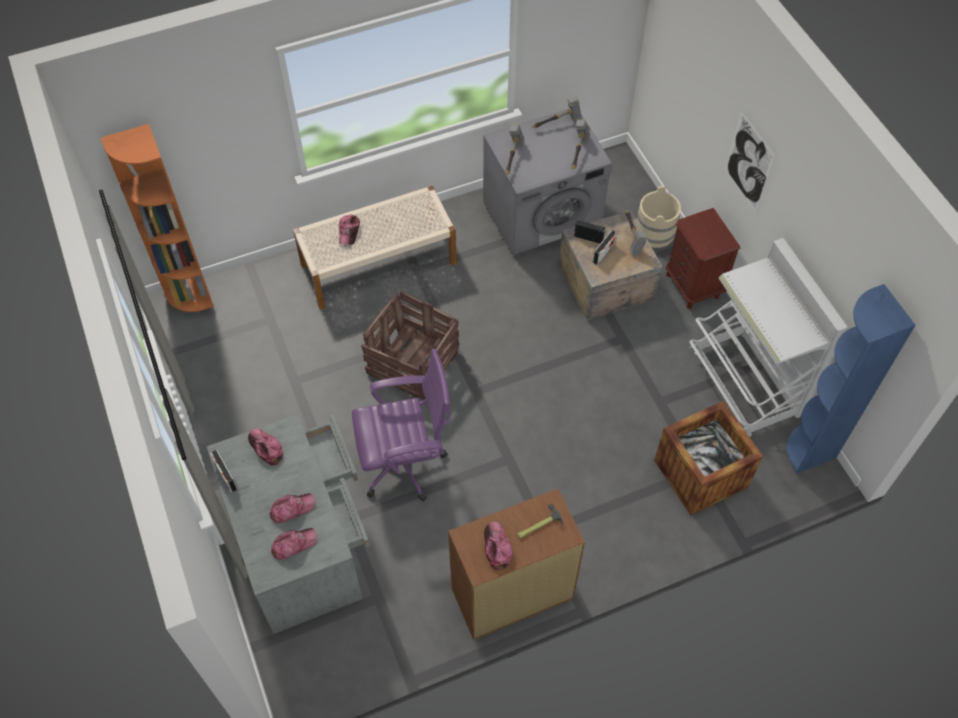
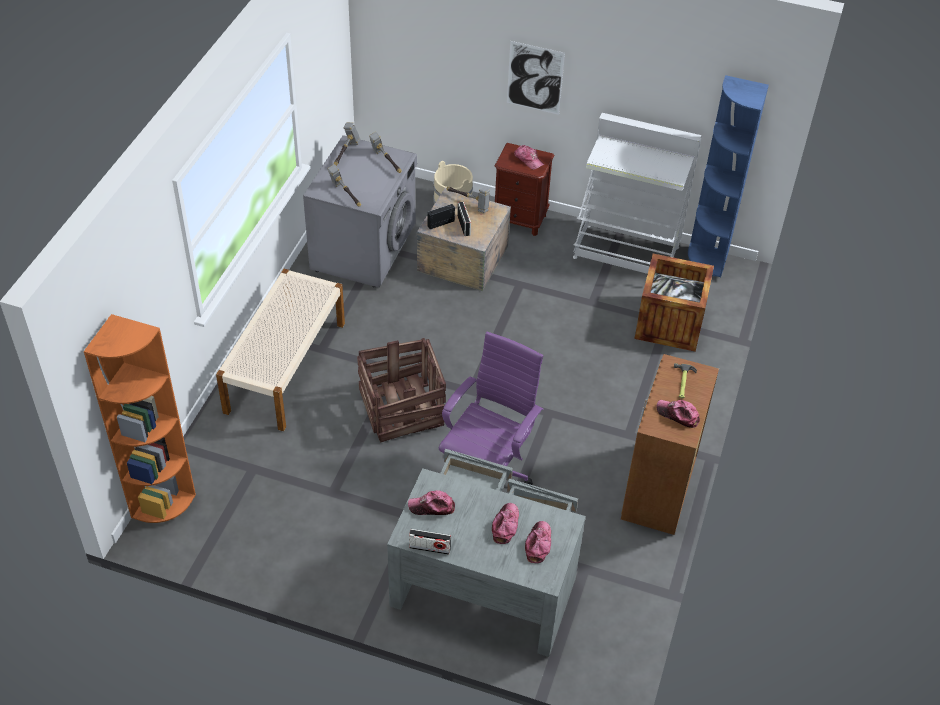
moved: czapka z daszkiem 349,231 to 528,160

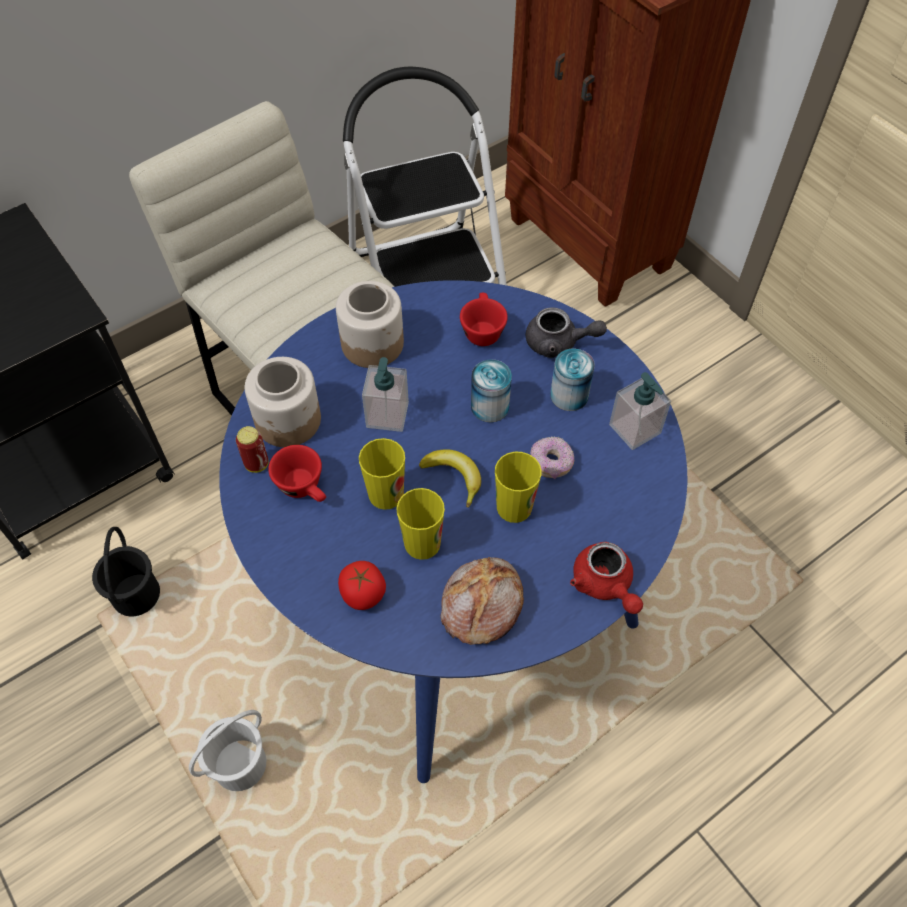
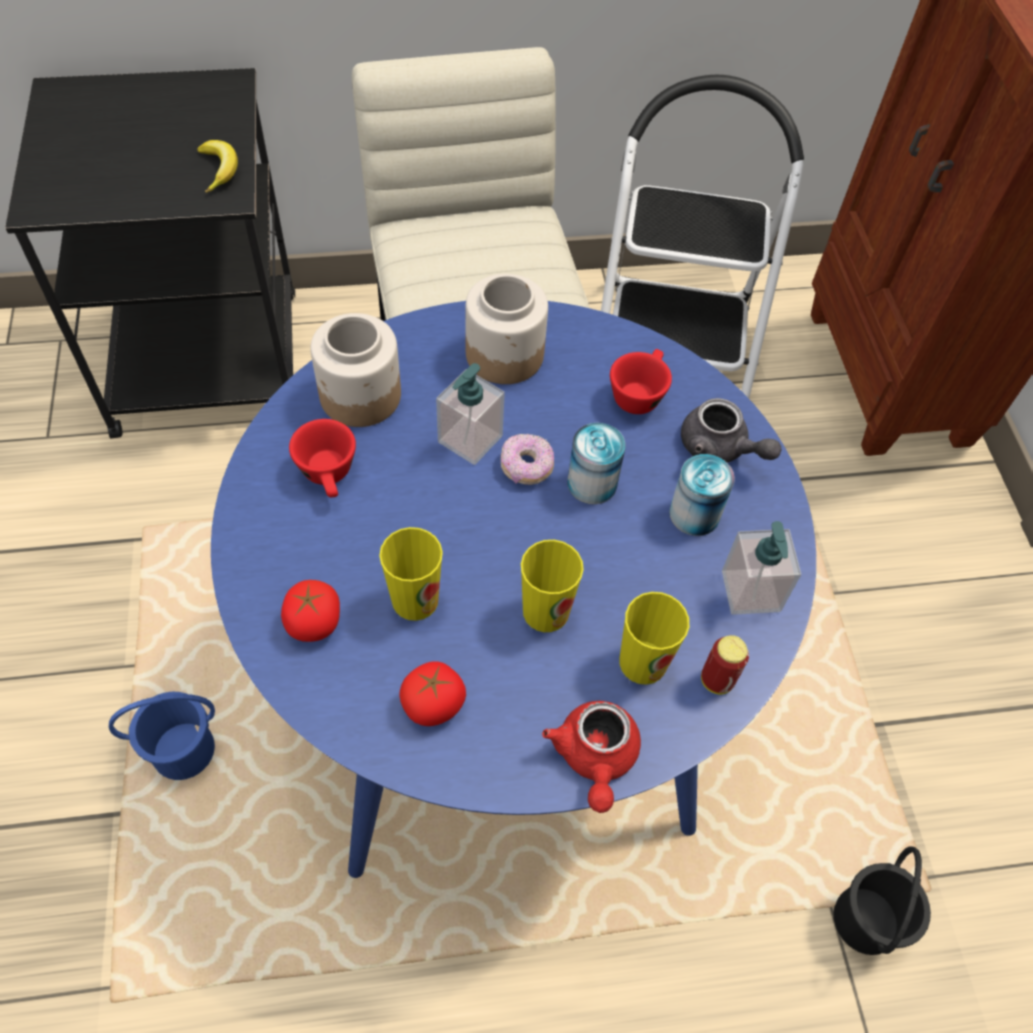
moved: wiadro [czarny] 137,594 to 867,920; puszka 256,464 to 716,680; filiżanka 386,494 to 643,662; banan 454,477 to 219,169; donut 551,463 to 526,467
replaced: chleb 480,605 to pomidor 433,704
recoloured: wiadro [biały] 239,764 to wiadro [niebieski] 183,749

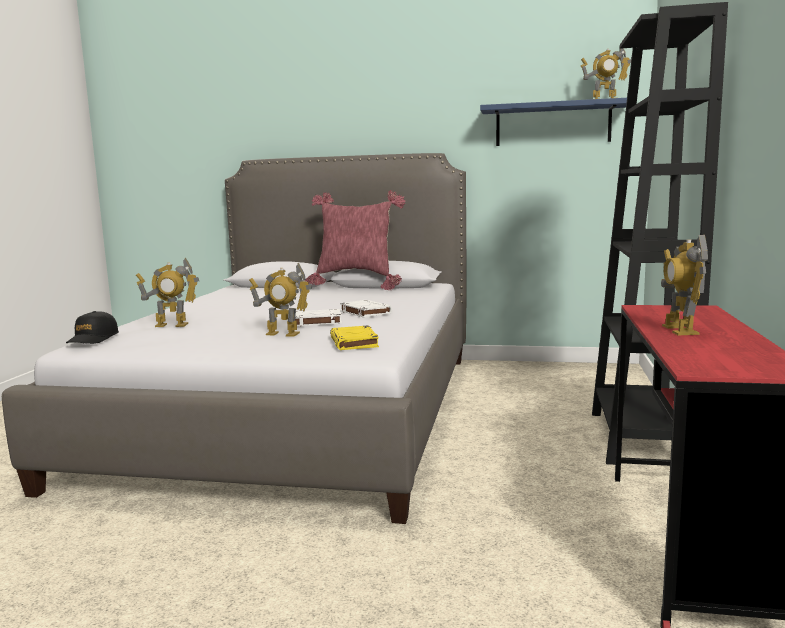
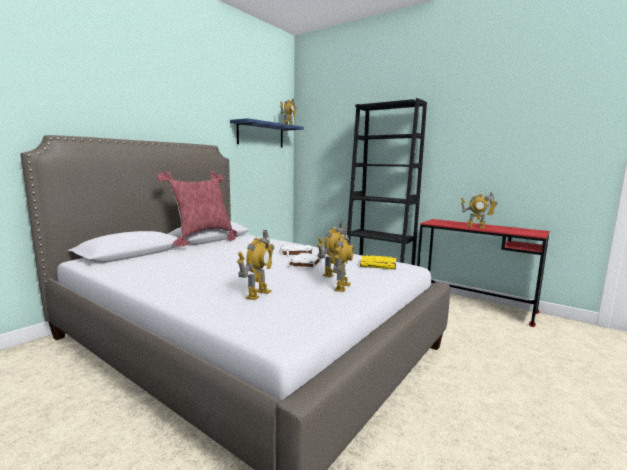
removed: czapka z daszkiem [czarny] 93,339
added: robot zabawkowy 341,287

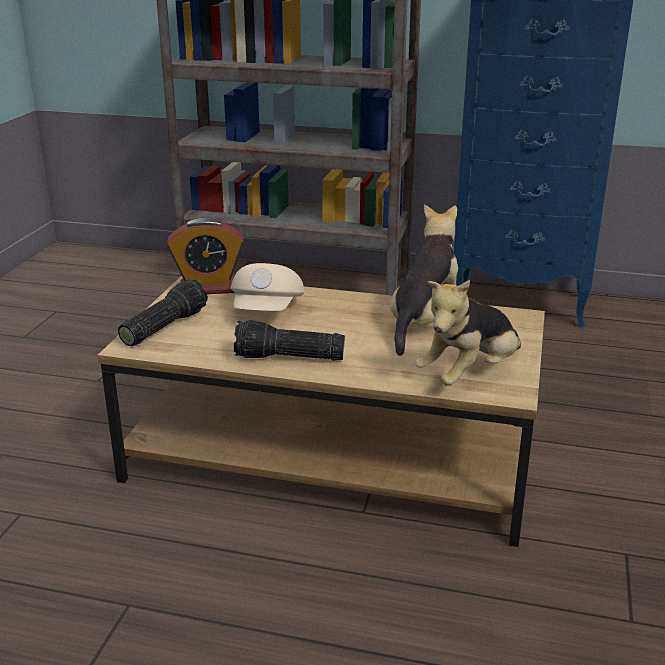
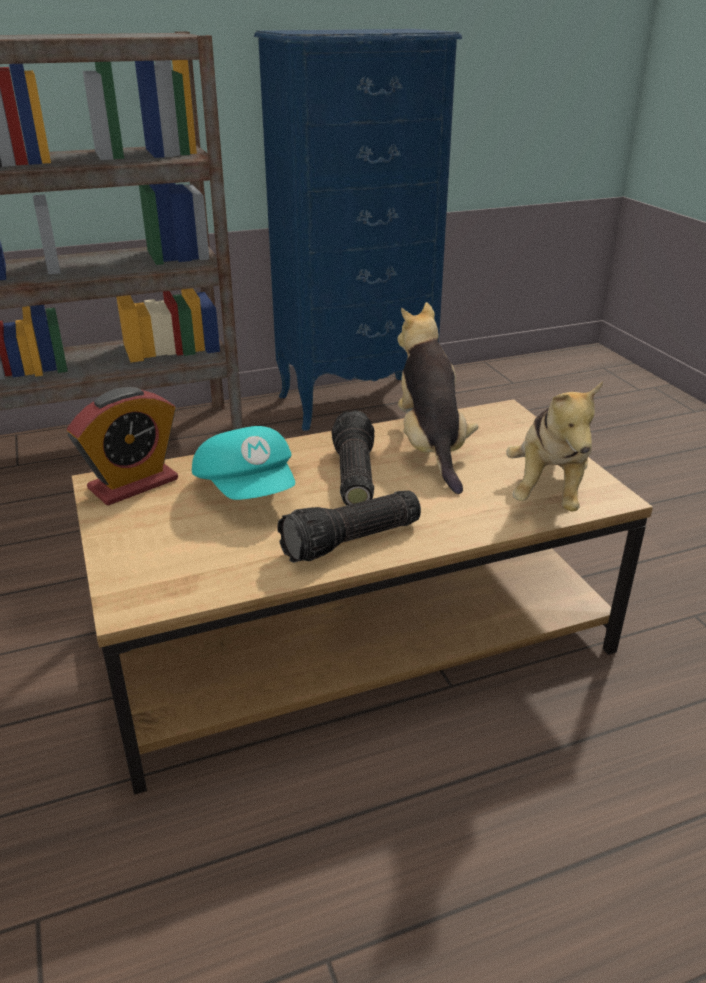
moved: latarka 163,326 to 352,475
recoloured: czapka z daszkiem [beżowy] 268,311 to czapka z daszkiem [turkusowy] 249,490

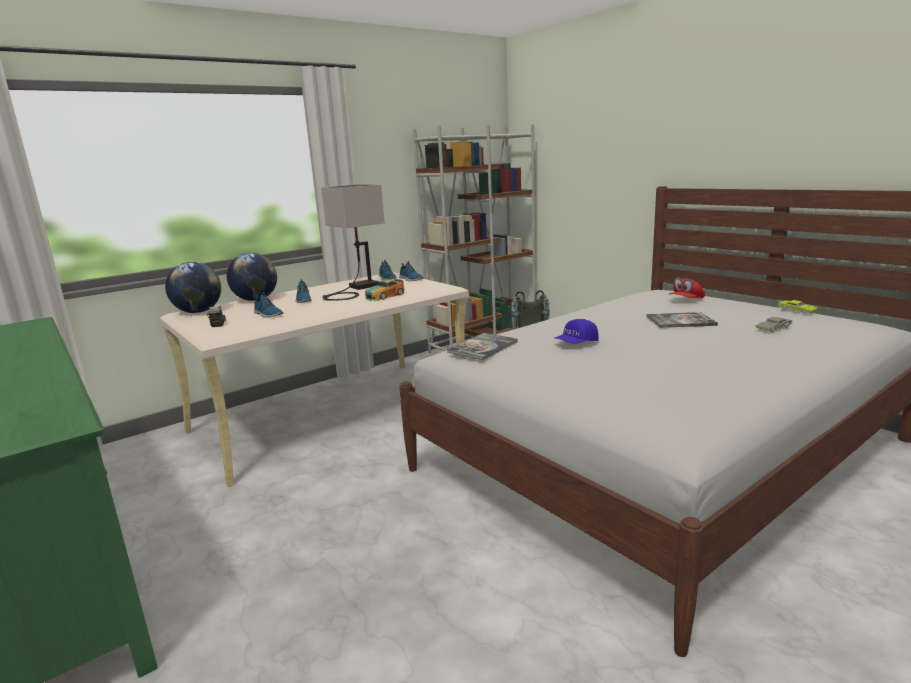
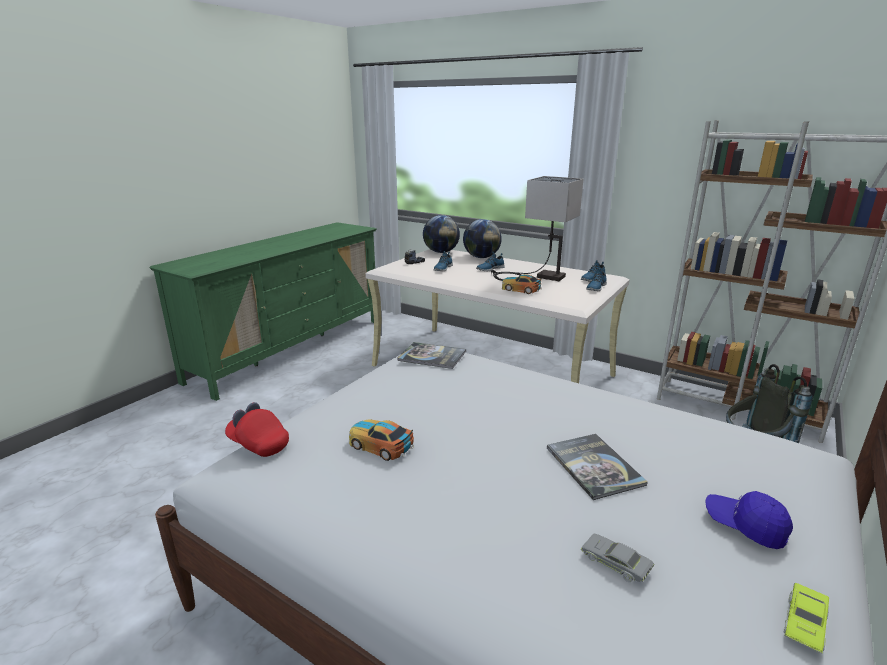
added: samochodzik 380,445
moved: czapka z daszkiem [niebieski] 576,343 to 744,526; czapka z daszkiem [czerwony] 686,301 to 258,444

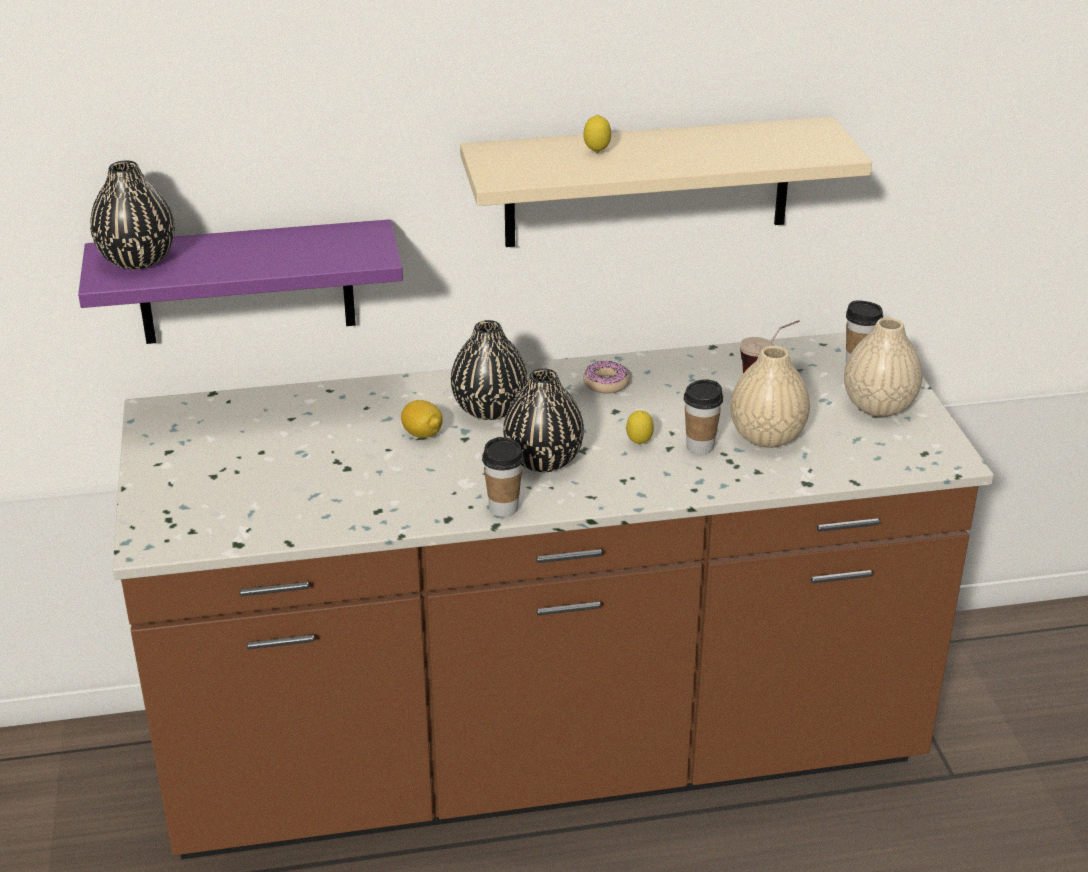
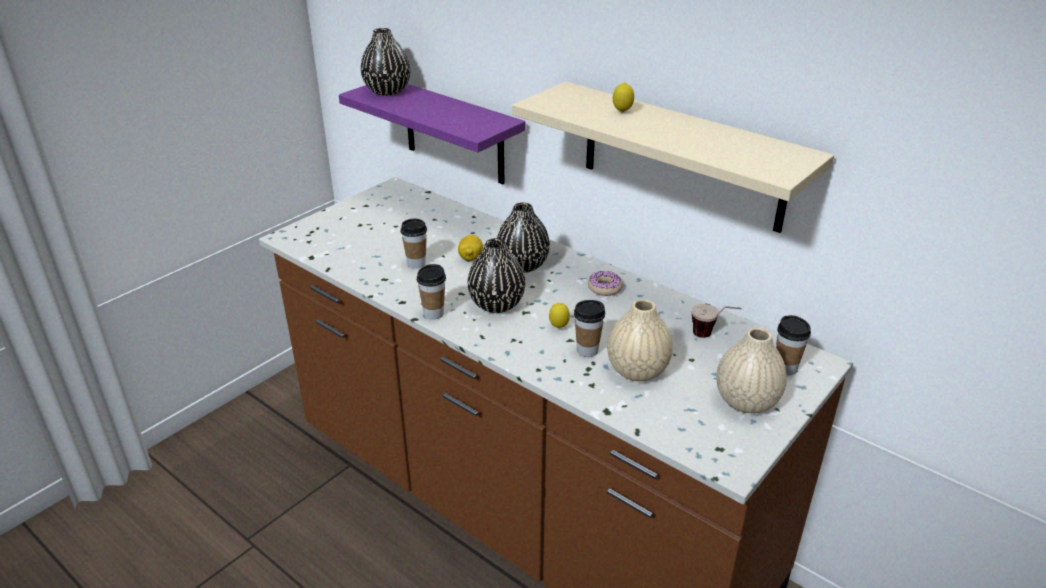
added: filiżanka 416,263

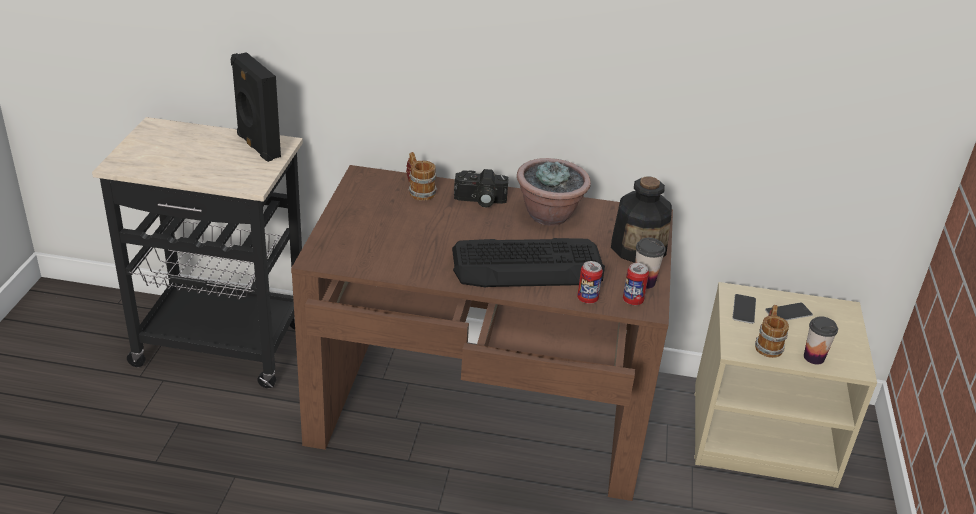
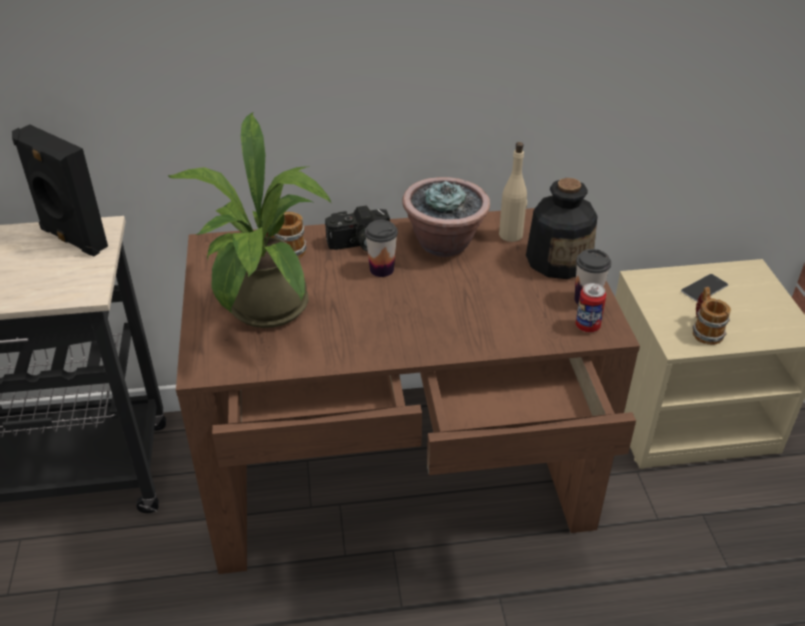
removed: klawiatura 528,265; puszka 587,299; telefon 744,309
added: roślina doniczkowa 265,313; butelka [beżowy] 511,235
moved: filiżanka 814,357 to 381,269

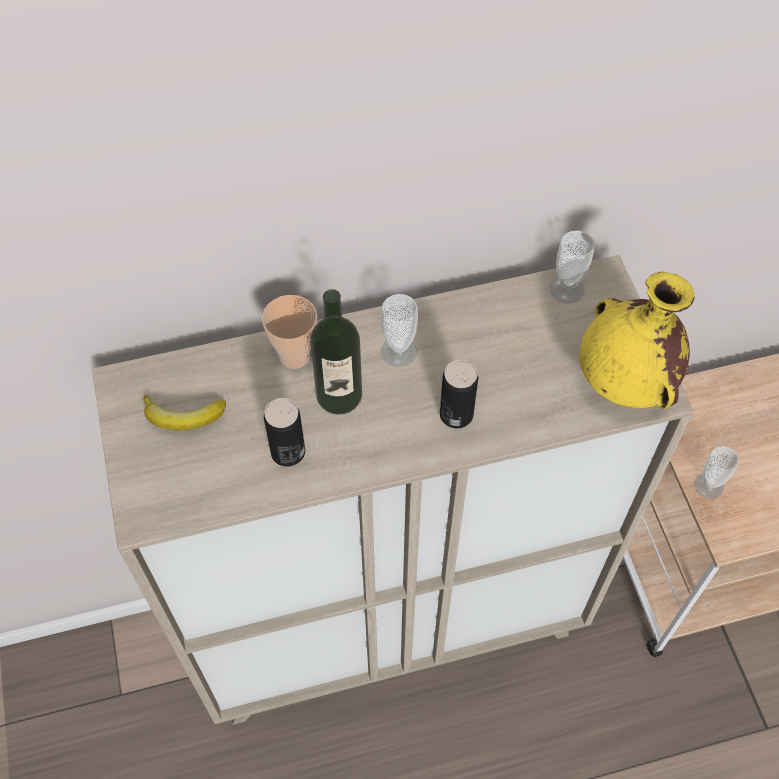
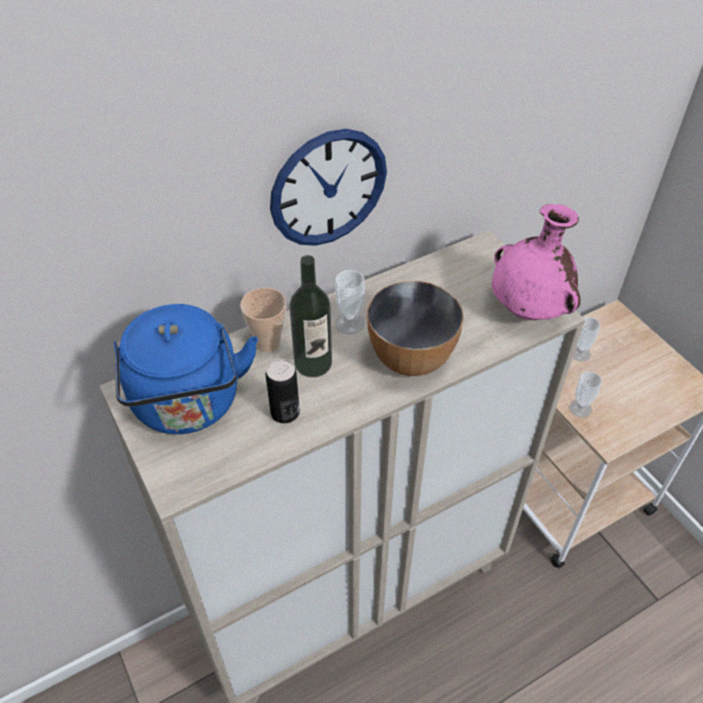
added: zegar ścienny 328,188
moved: filiżanka 566,289 to 580,353
replaced: banan 183,417 to czajnik [niebieski] 189,405; puszka 456,414 to miska 410,358
recoloured: wazon [żółty] 625,384 to wazon [różowy] 528,311

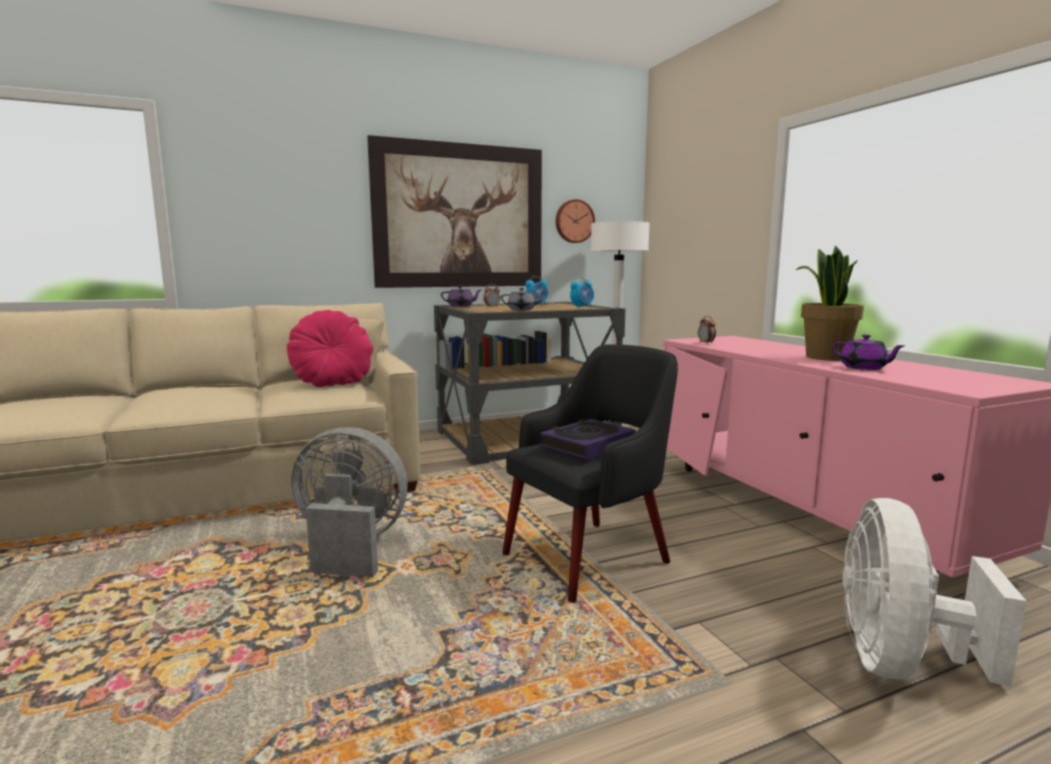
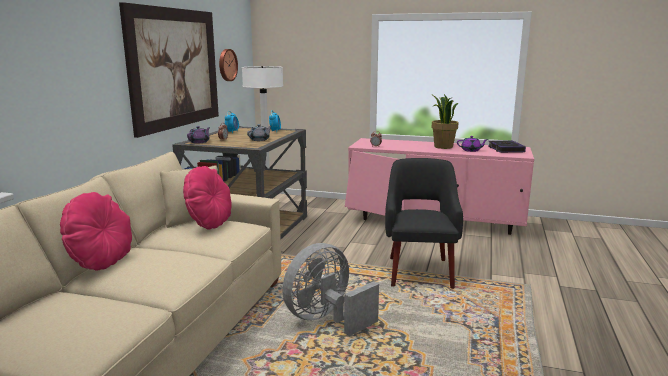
removed: wentylator [biały] 899,662
added: poduszka [różowy] 102,263
moved: książka 587,445 to 505,149

